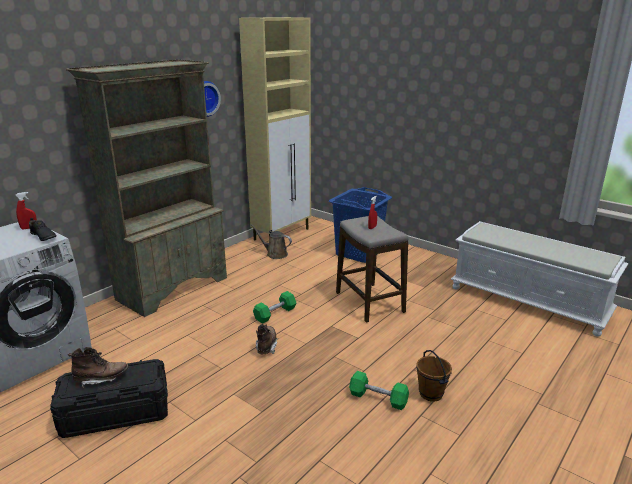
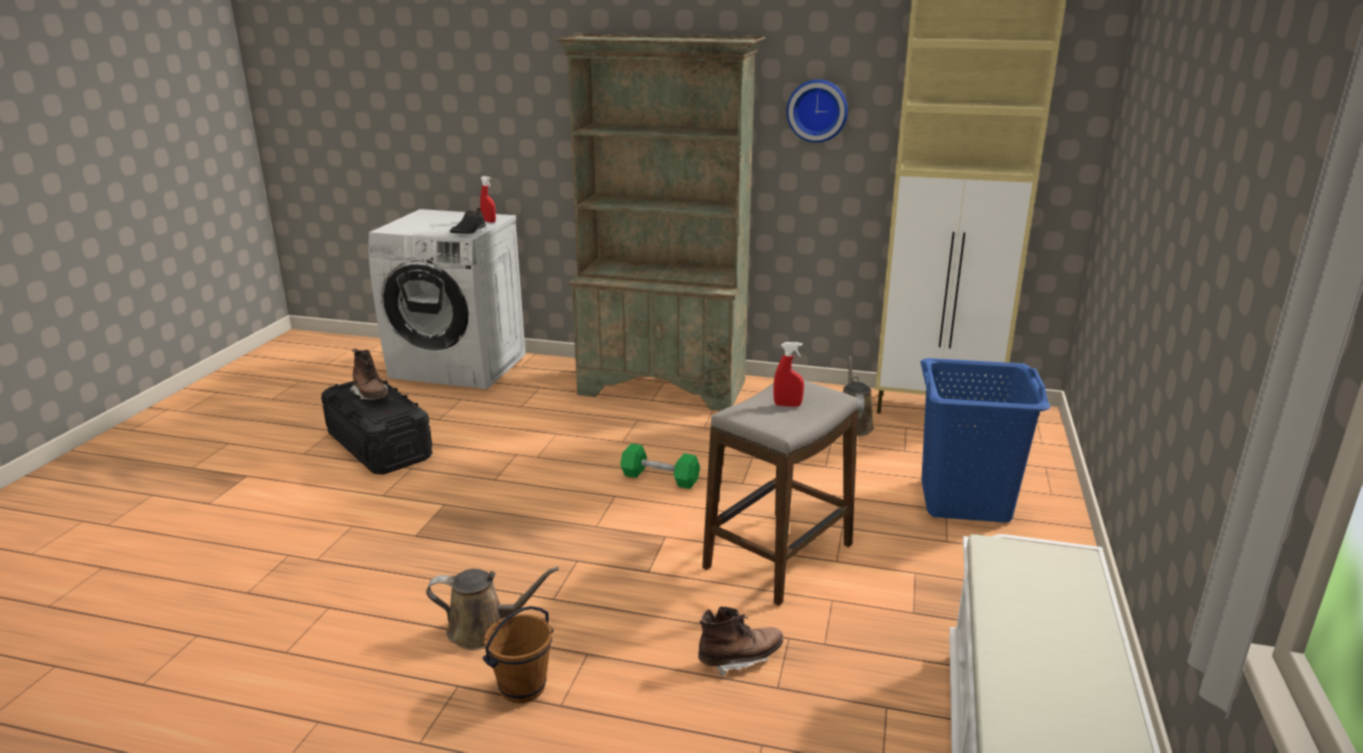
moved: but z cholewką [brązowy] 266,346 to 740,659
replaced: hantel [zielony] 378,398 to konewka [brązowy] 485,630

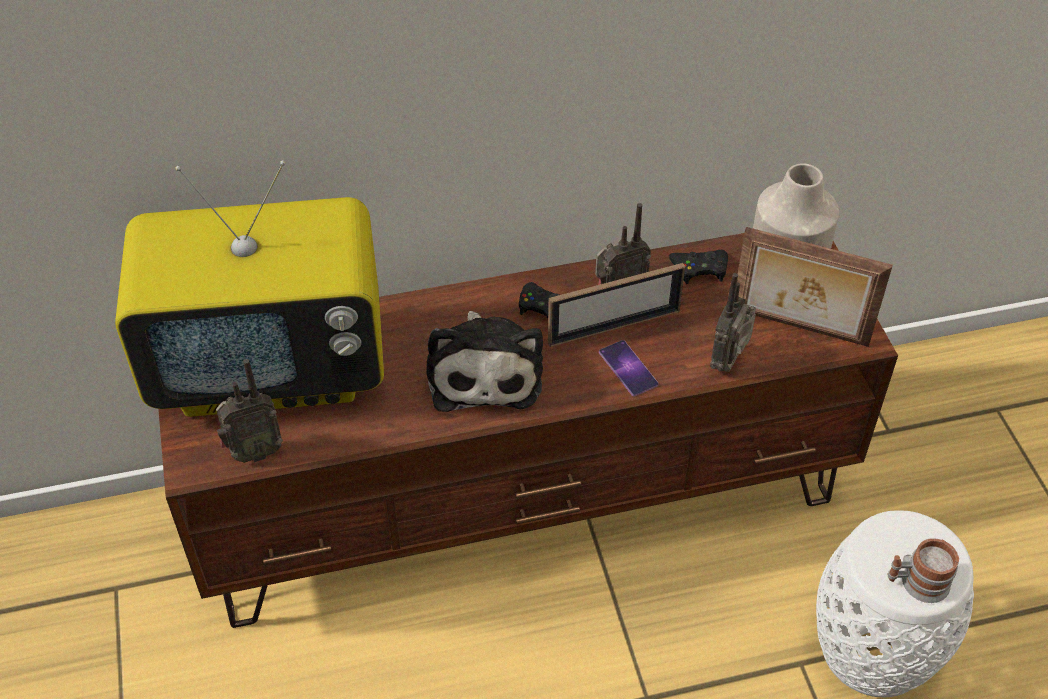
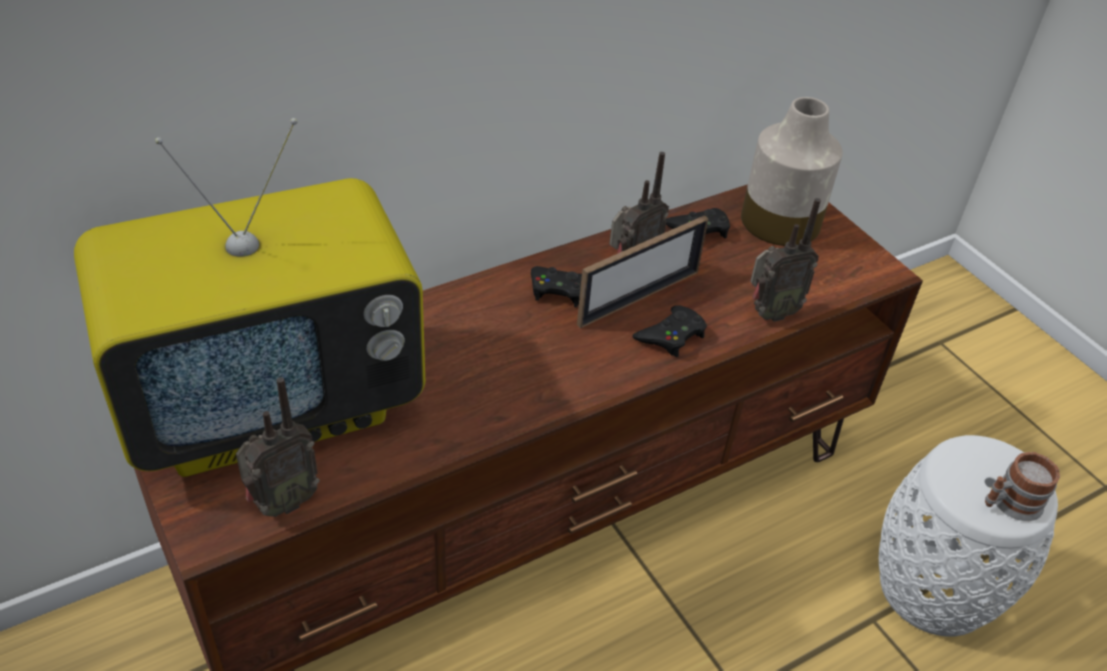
removed: pluszak 484,371; ramka na zdjęcie 798,328
replaced: telefon 628,368 to pad do gier [czarny] 671,336
turned: radio 729,362 = 769,313 120 degrees counterclockwise

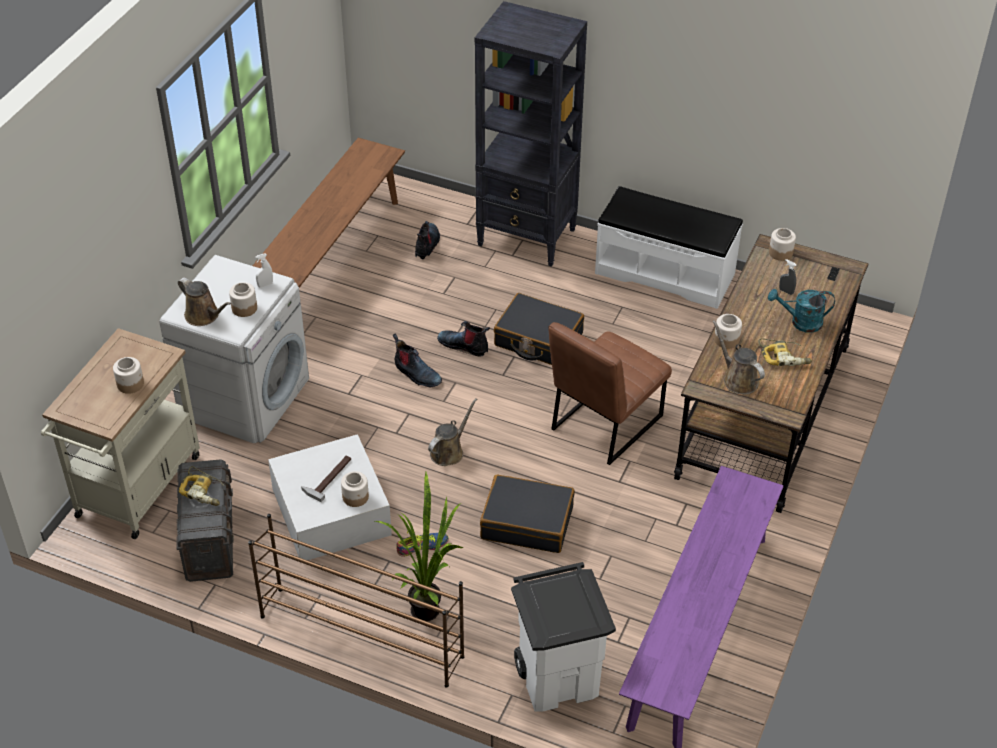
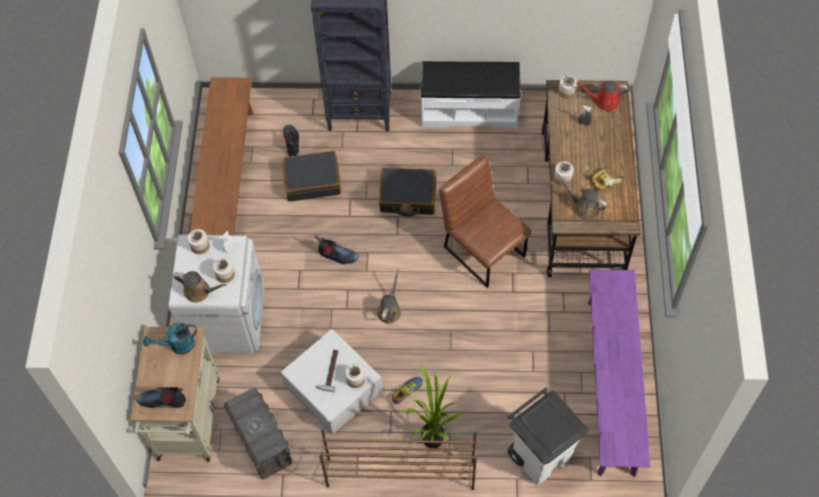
removed: wiertarka 204,491
added: konewka [czerwony] 604,101
moved: słoik 130,384 to 200,246; but z cholewką 464,346 to 163,400; walizka [czarny] 527,522 to 312,181; konewka [turkusowy] 800,322 to 177,345
turned: krzesło [brązowy] 604,424 = 483,249 120 degrees clockwise

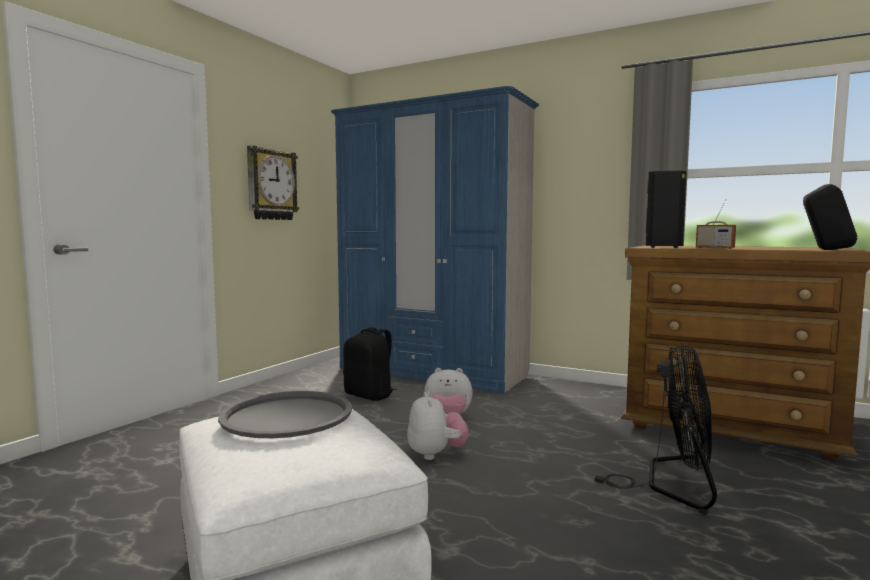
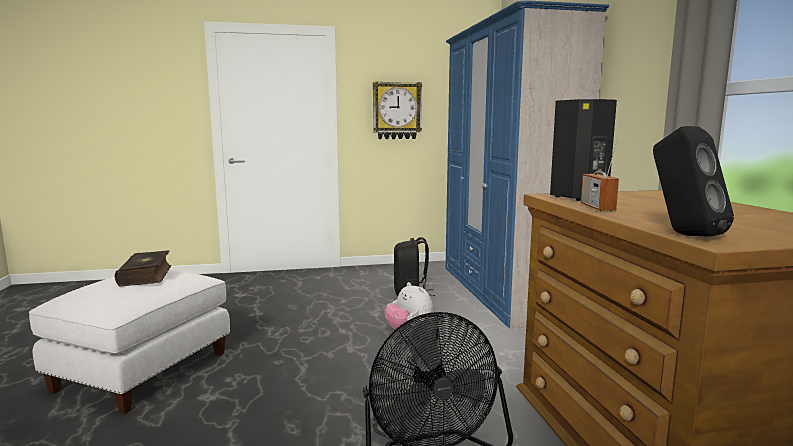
removed: pluszak 436,454
replaced: taca [szary] 287,415 to książka 146,276

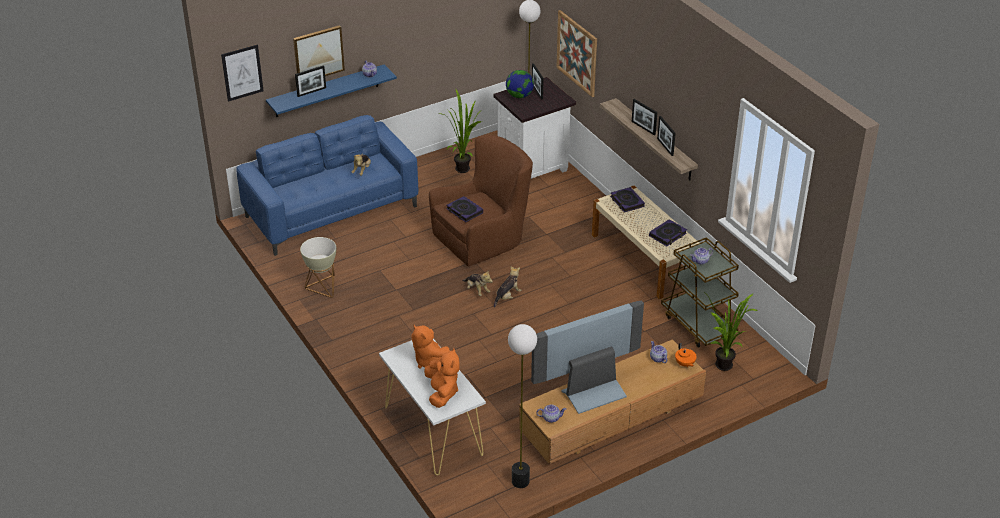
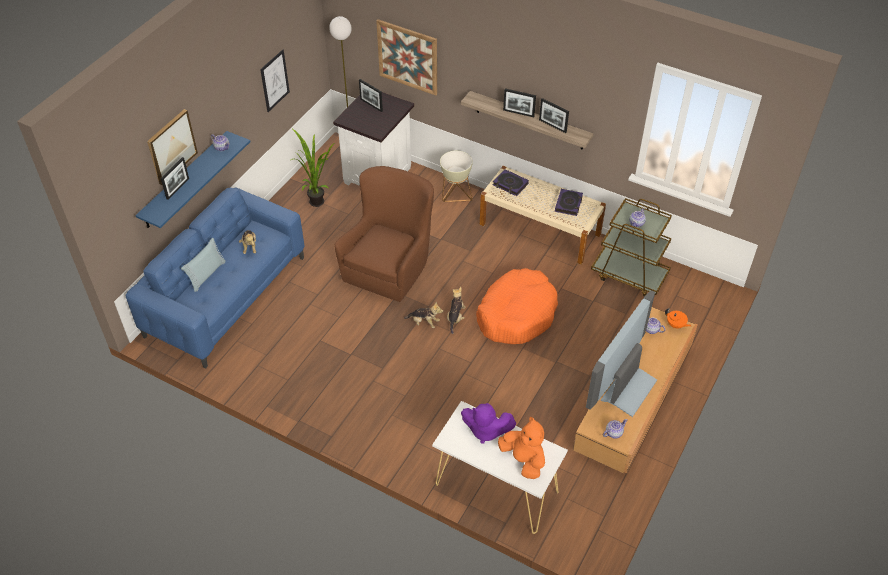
removed: książka 464,211; globus 519,96; lampa stojąca 520,481; roślina doniczkowa 725,368
added: poduszka [niebieski] 206,274; legowisko [pomarańczowy] 516,314
moved: obraz 242,72 to 274,80; donica 322,287 to 455,195
recoloured: pluszak [pomarańczowy] 430,361 to pluszak [fioletowy] 485,430

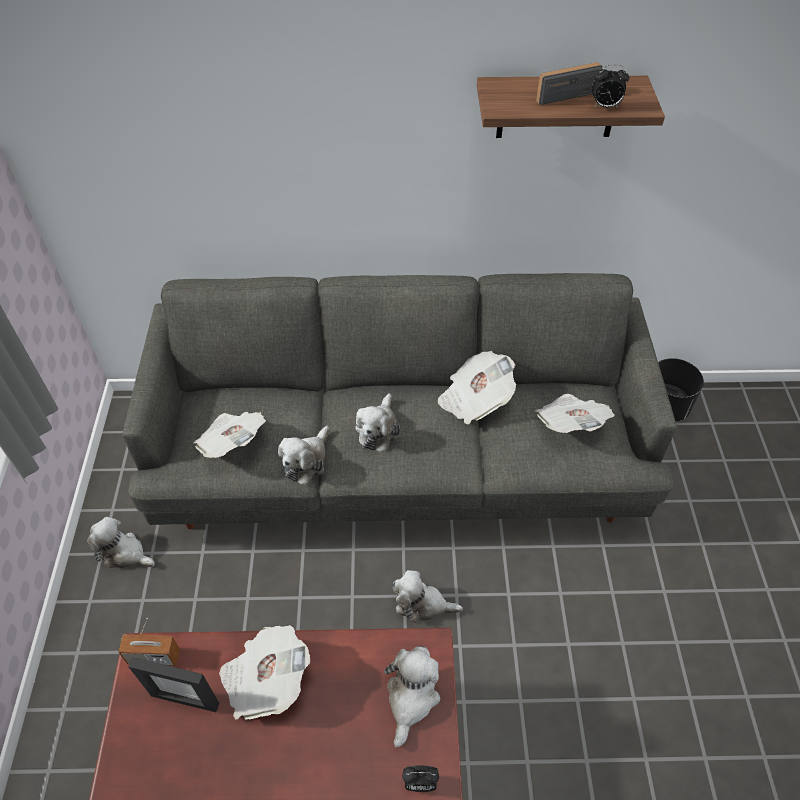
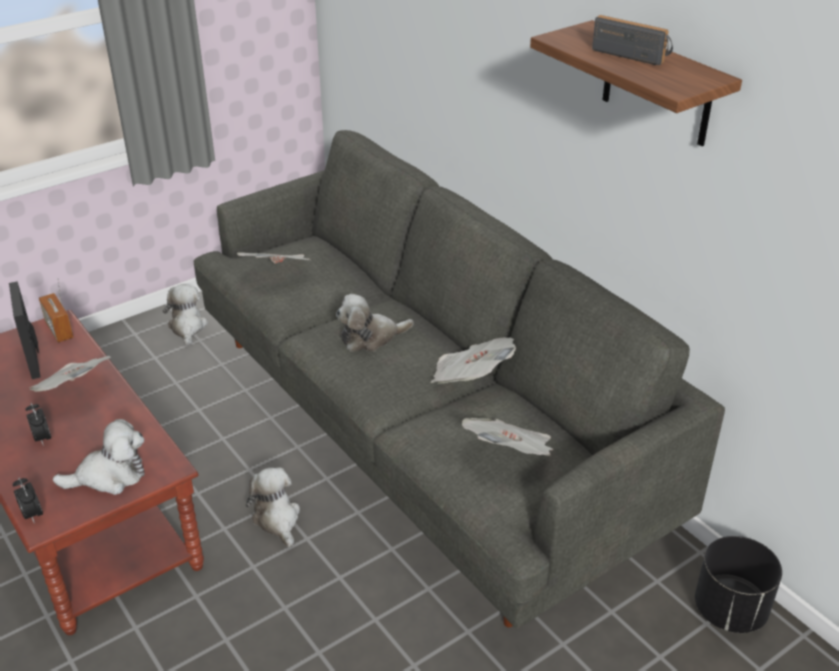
removed: pluszak 307,461
moved: budzik 605,107 to 42,438

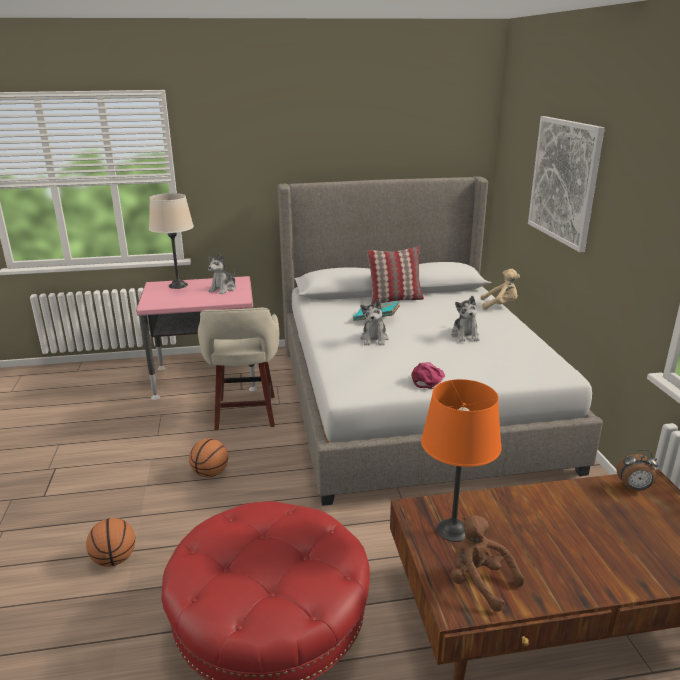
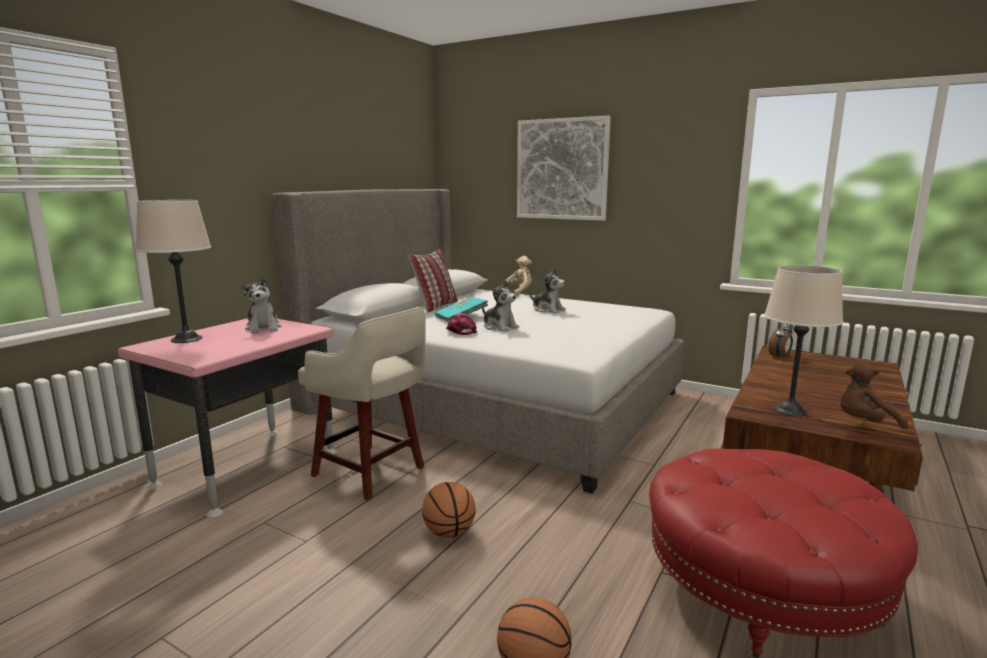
moved: czapka z daszkiem [różowy] 428,379 to 460,330
recoloured: lampa stołowa [pomarańczowy] 453,530 to lampa stołowa [beżowy] 790,410

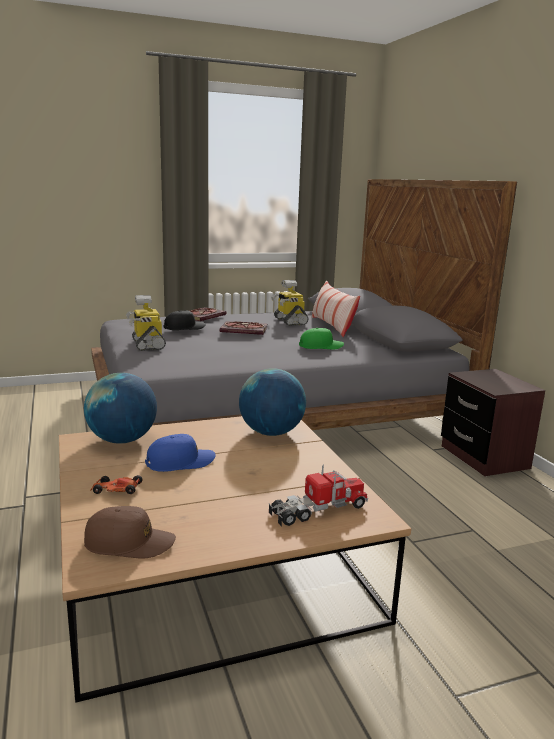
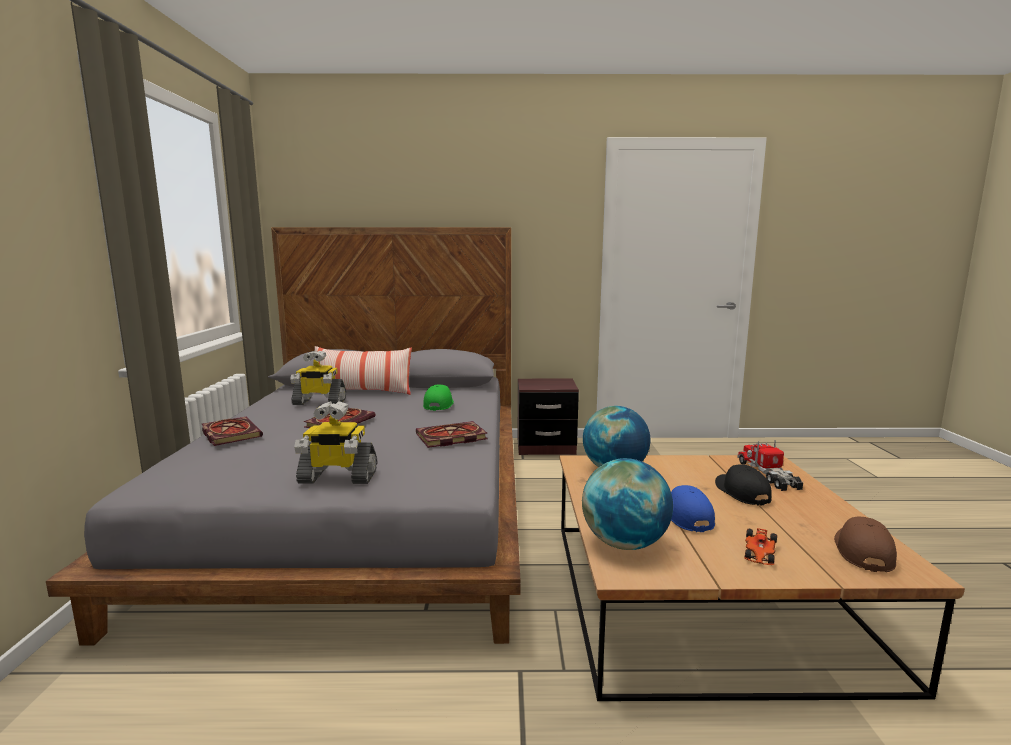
added: książka 450,438
moved: czapka z daszkiem [czarny] 184,327 to 741,492

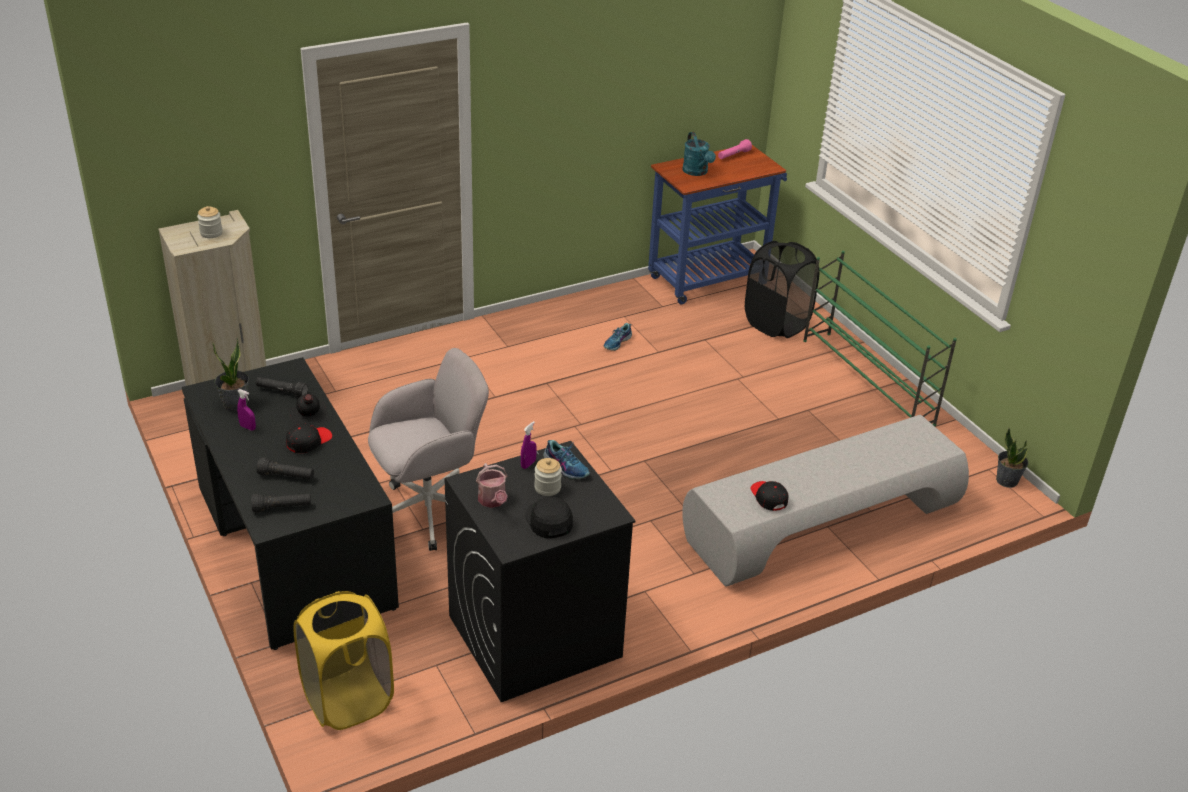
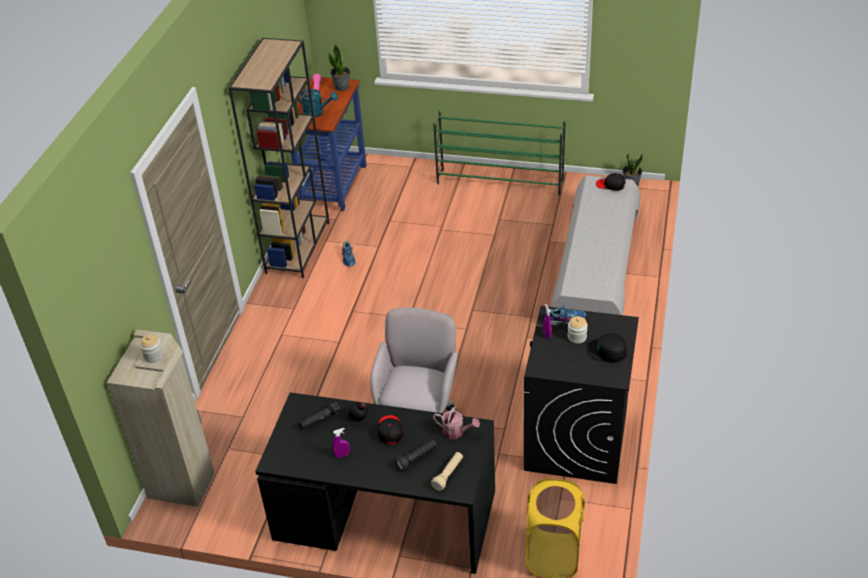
removed: kosz na pranie [czarny] 776,323
added: regał 297,247
moved: roślina doniczkowa 235,404 to 342,87; konewka 493,501 to 456,432; czapka z daszkiem [czarny] 768,497 to 610,185
recoloured: latarka [czarny] 282,508 to latarka [beżowy] 448,475

